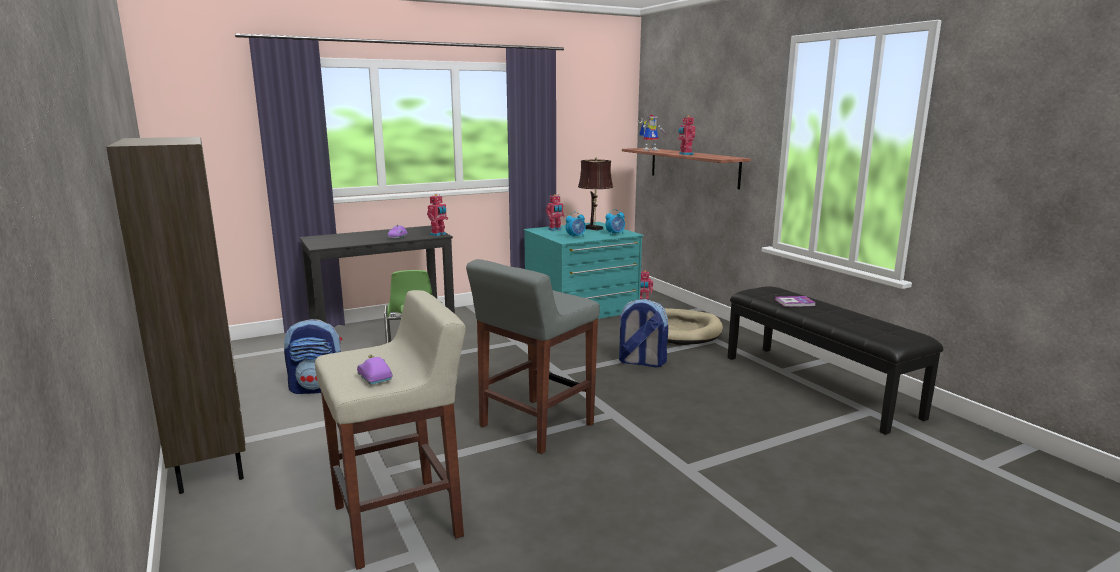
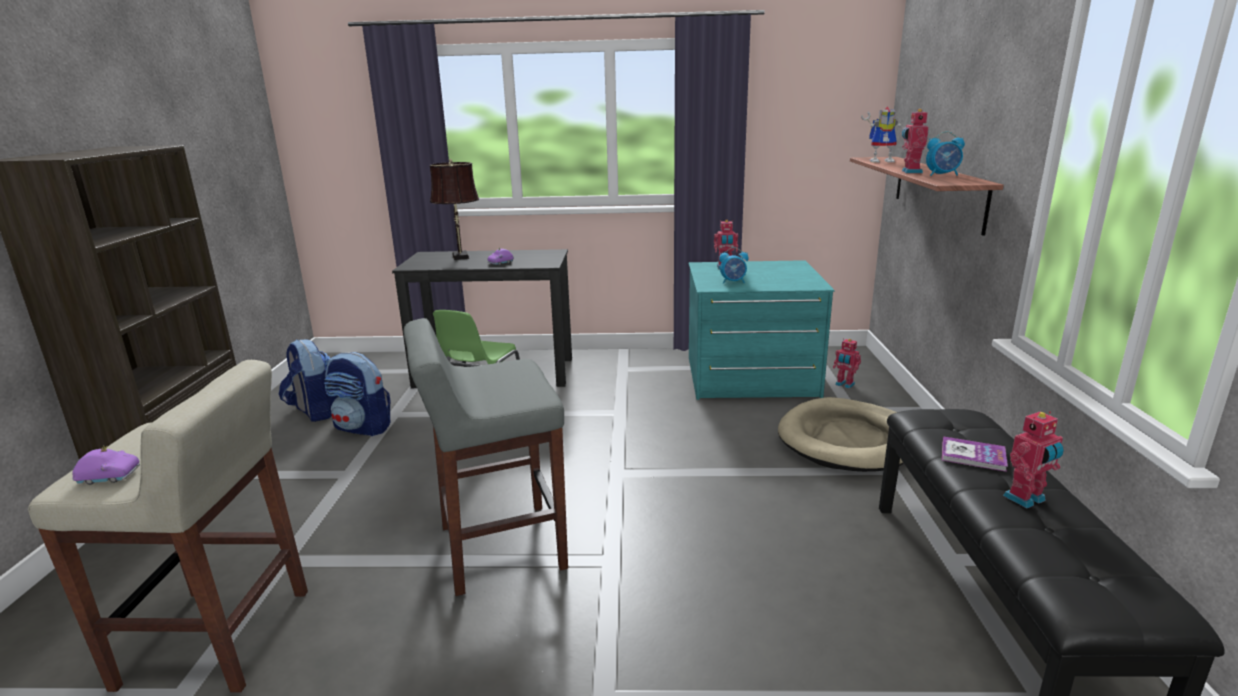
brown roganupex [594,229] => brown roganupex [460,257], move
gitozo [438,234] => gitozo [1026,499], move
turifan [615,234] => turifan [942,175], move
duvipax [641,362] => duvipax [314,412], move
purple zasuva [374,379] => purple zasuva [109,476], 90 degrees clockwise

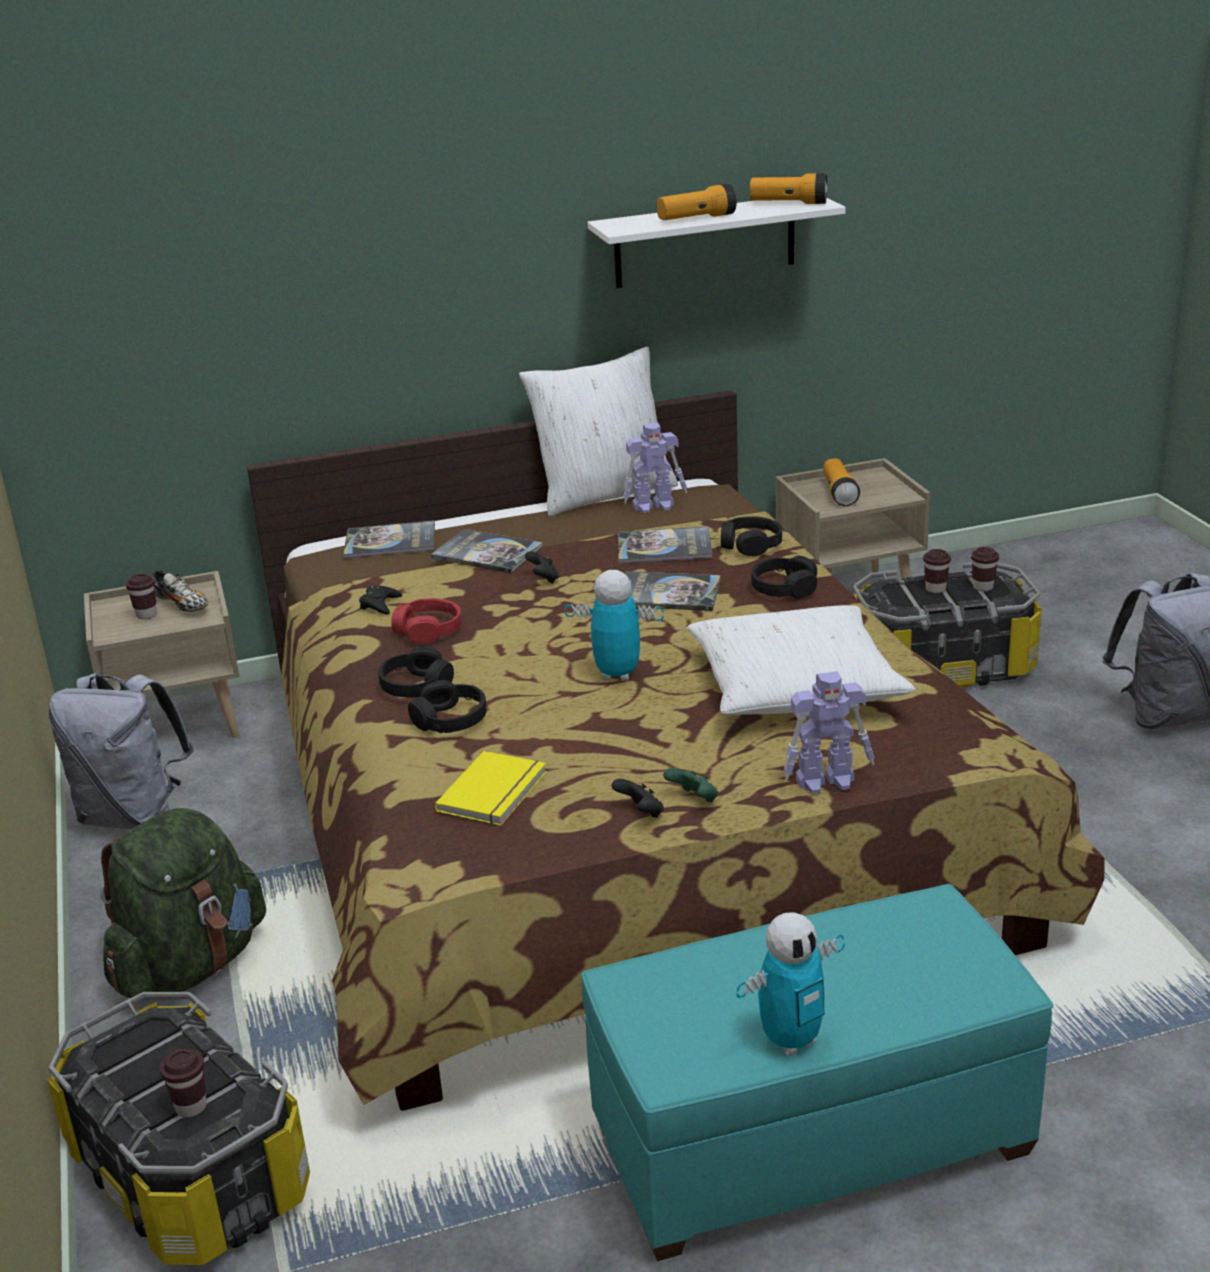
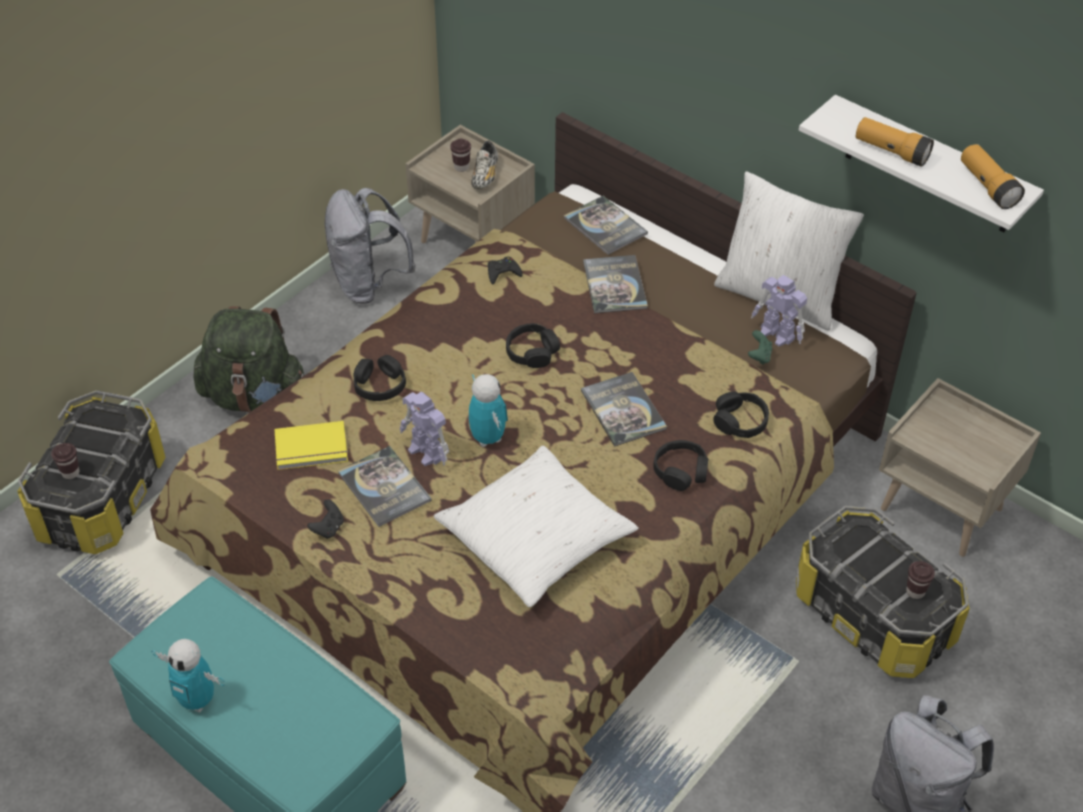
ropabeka [839,493] => nothing
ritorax [664,547] => ritorax [384,487], move
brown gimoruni [935,589] => nothing
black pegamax [543,579] => nothing
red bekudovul [428,630] => nothing
black bekudovul [416,686] => black bekudovul [532,352], move
gitozo [827,780] => gitozo [427,452], move
green pegamax [694,800] => green pegamax [759,356], move

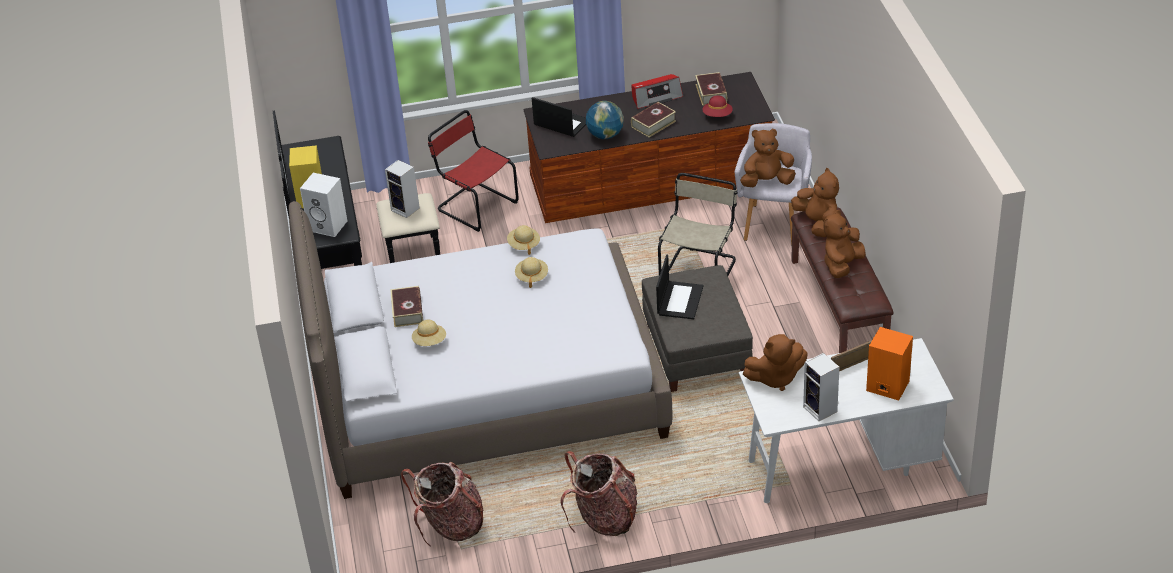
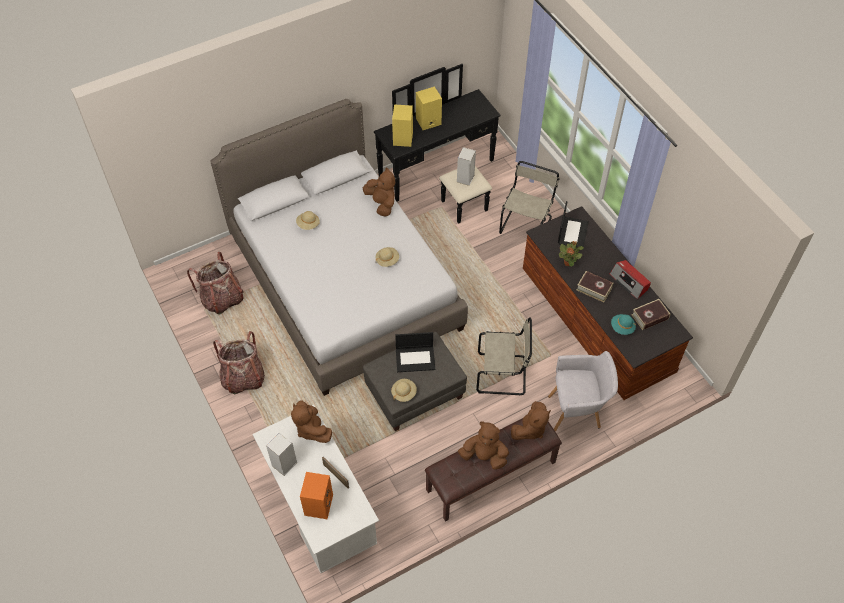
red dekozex [717,115] => turquoise dekozex [622,328]
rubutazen [605,135] => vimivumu [568,262]
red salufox [475,205] => beige salufox [526,223]
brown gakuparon [767,182] => brown gakuparon [381,203], move
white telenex [329,225] => yellow telenex [403,139]
beige dekozex [524,245] => beige dekozex [404,393], move
ritorax [407,311] => nothing

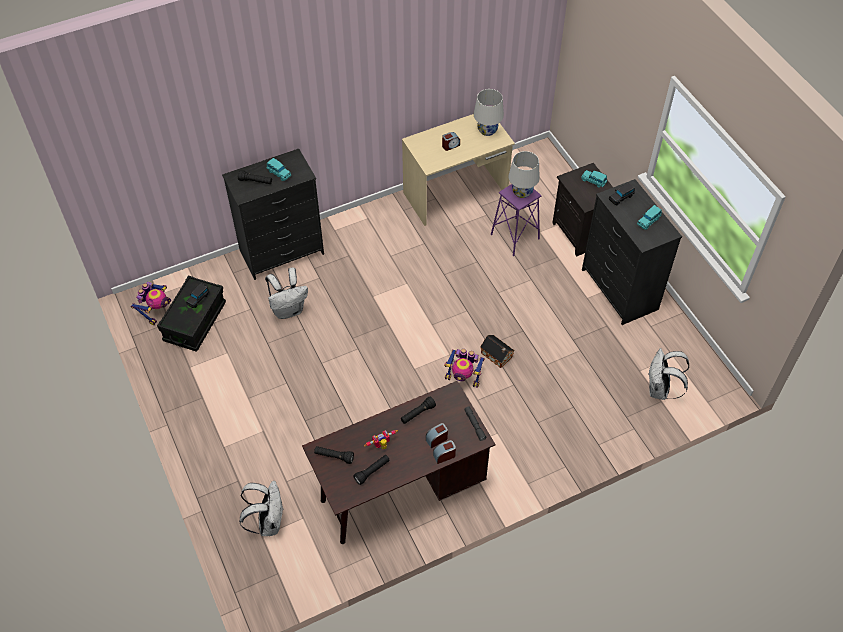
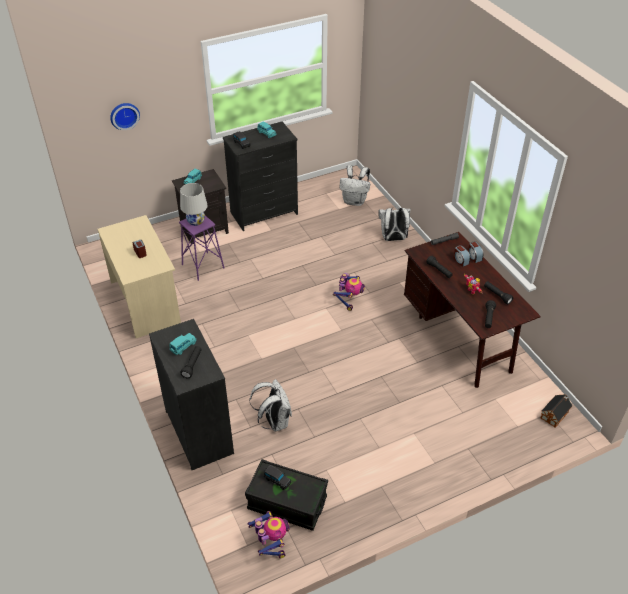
white roganupex [487,130] => nothing
gitozo [156,311] => gitozo [270,543], 45 degrees clockwise
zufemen [497,356] => zufemen [555,415], move
white duvipax [268,522] => white duvipax [393,239], move
nothing => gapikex [124,115]

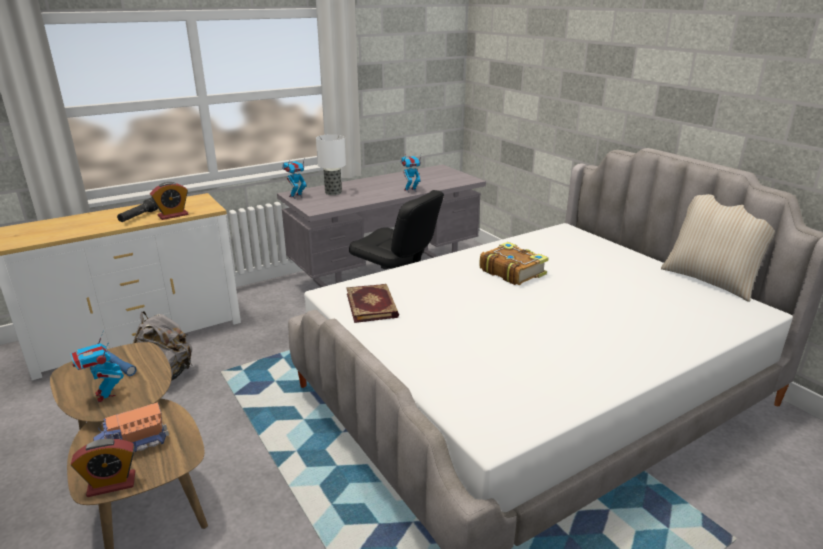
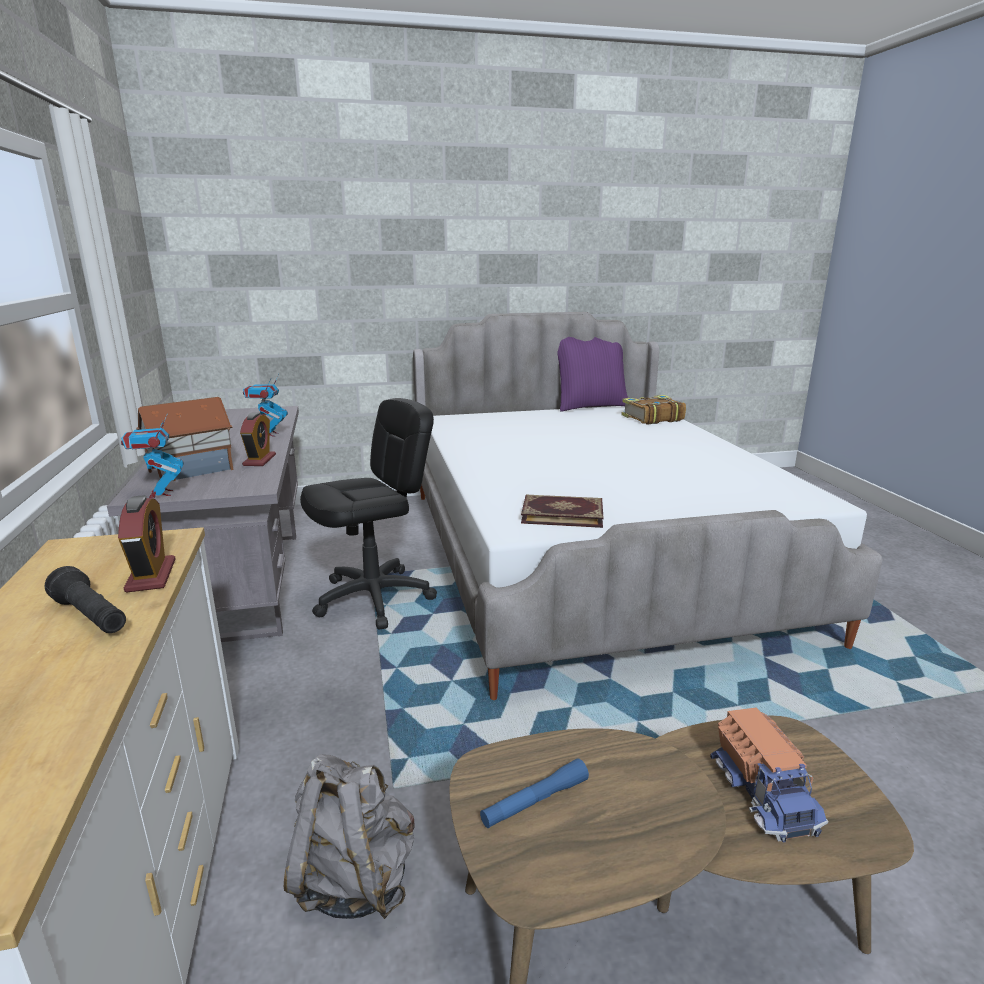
roganupex [333,192] => zufemen [191,470]
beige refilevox [710,280] => purple refilevox [590,406]
ritorax [512,272] => ritorax [651,418], move
gitozo [105,395] => nothing
turifan [111,484] => turifan [259,460], move

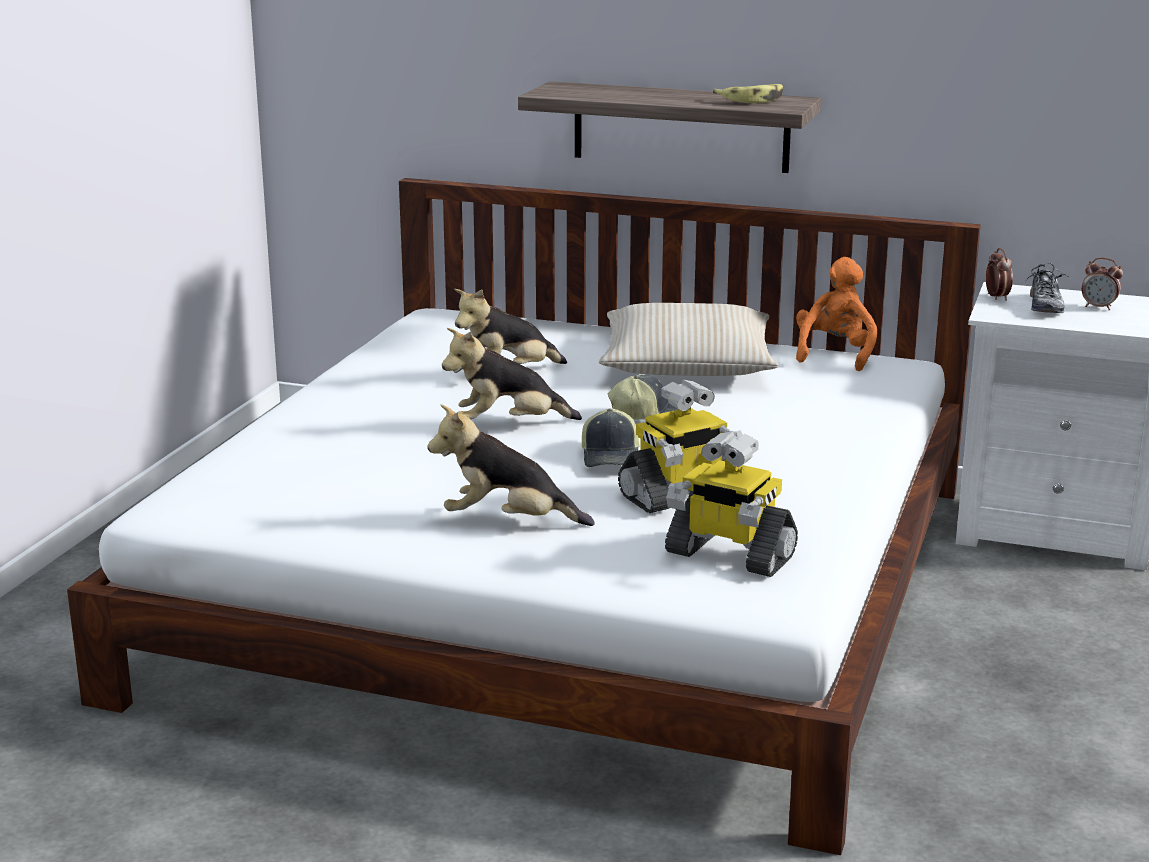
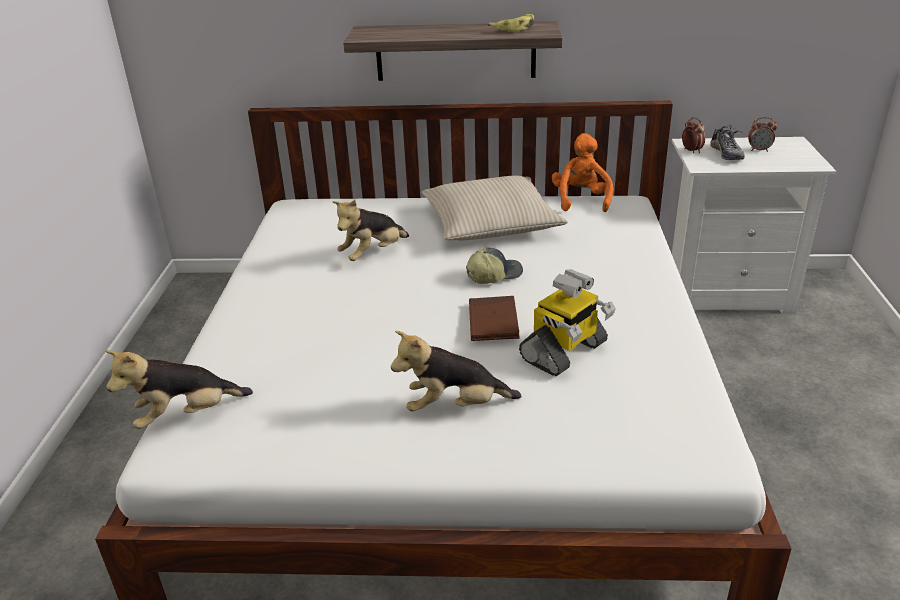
gakuparon [508,425] => gakuparon [186,415], move
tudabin [611,456] => brown ritorax [493,322]
gitozo [728,555] => nothing

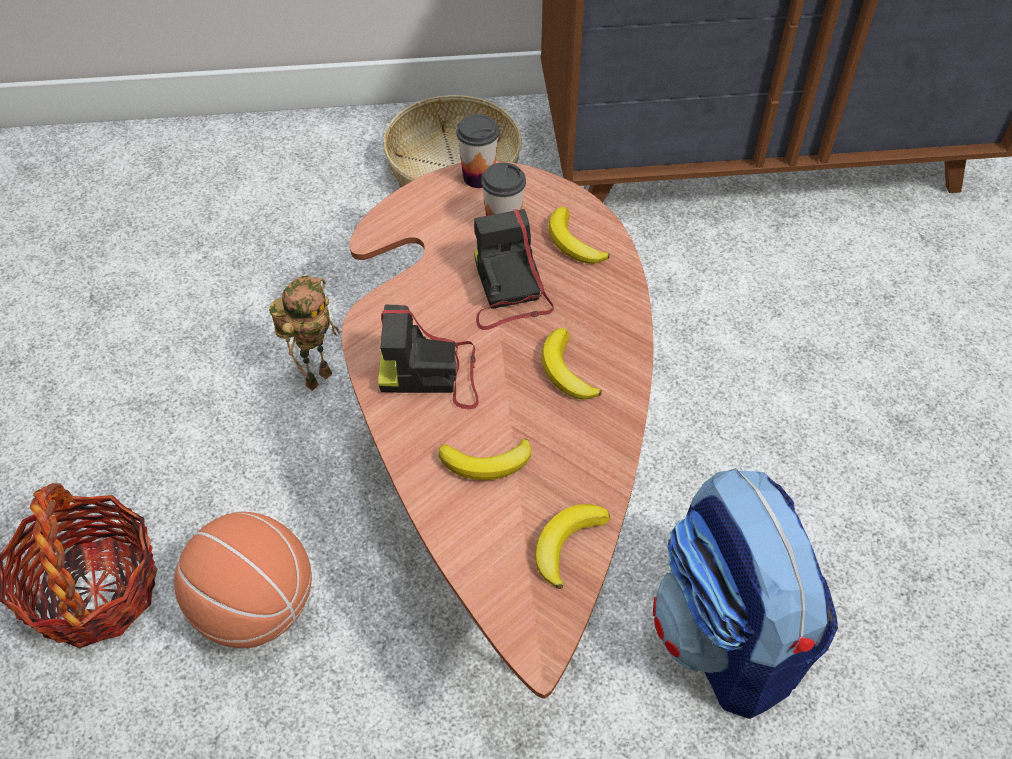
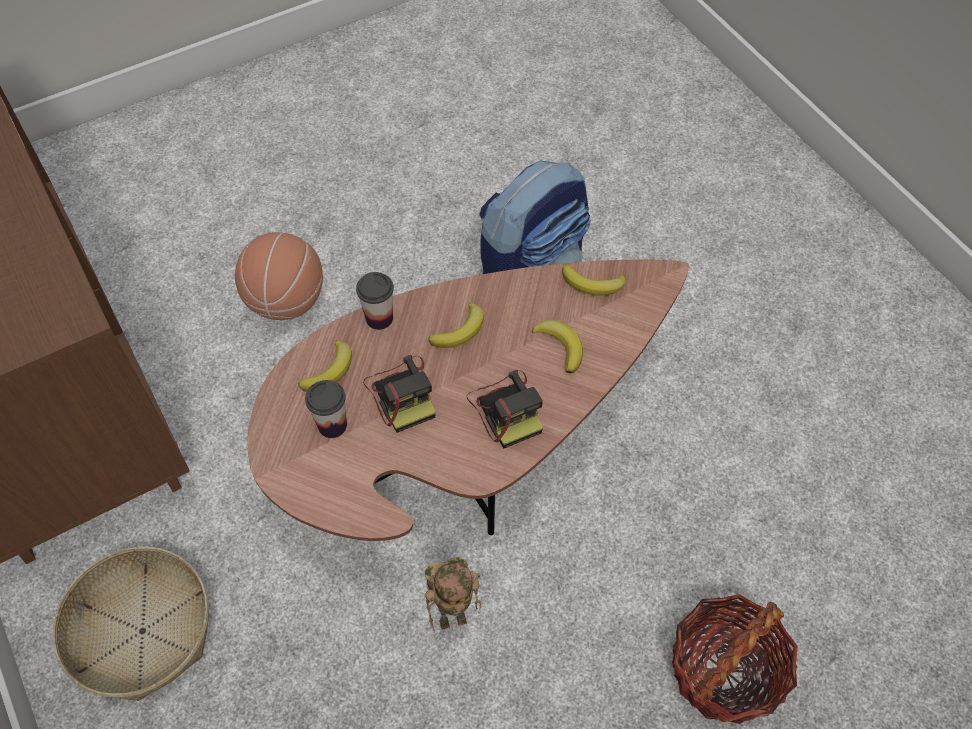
gimoruni [478,177] => gimoruni [379,318], move
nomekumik [508,291] => nomekumik [402,394], 75 degrees counterclockwise
gitozo [318,376] => gitozo [454,618], 150 degrees clockwise
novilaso [255,607] => novilaso [286,301], move

